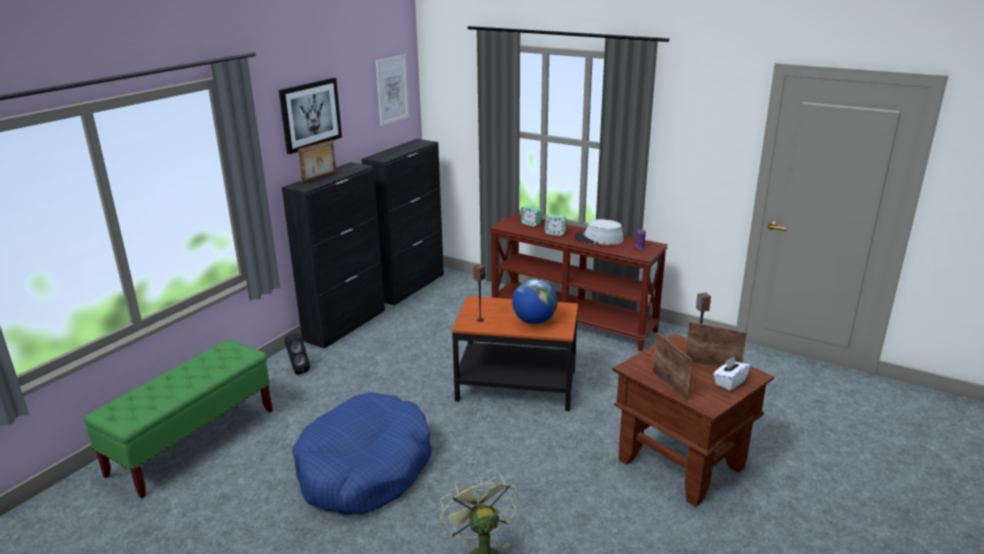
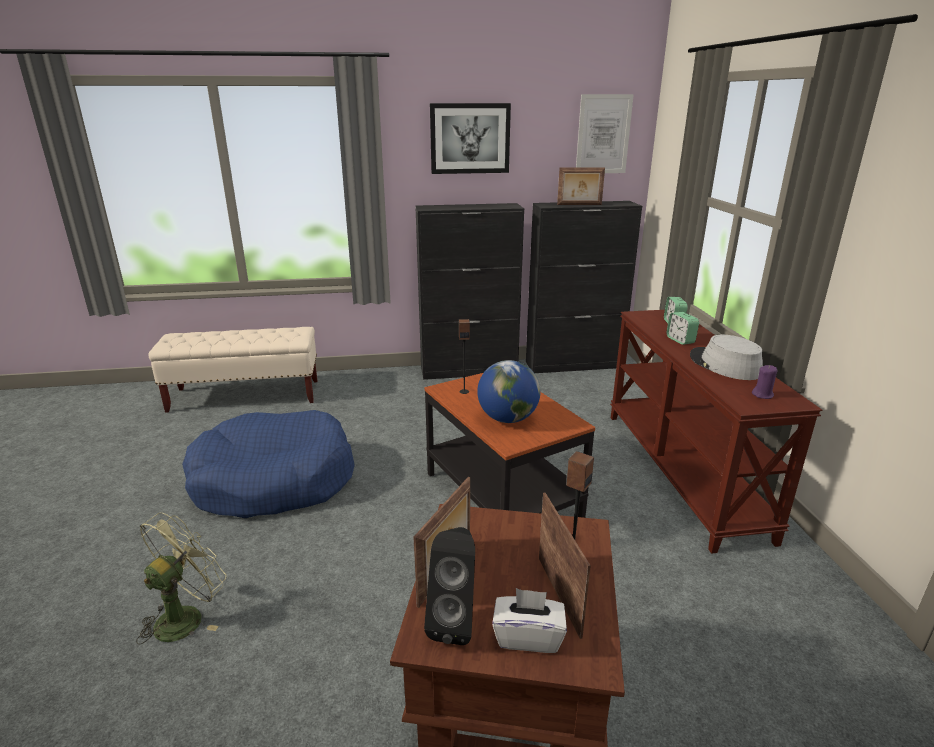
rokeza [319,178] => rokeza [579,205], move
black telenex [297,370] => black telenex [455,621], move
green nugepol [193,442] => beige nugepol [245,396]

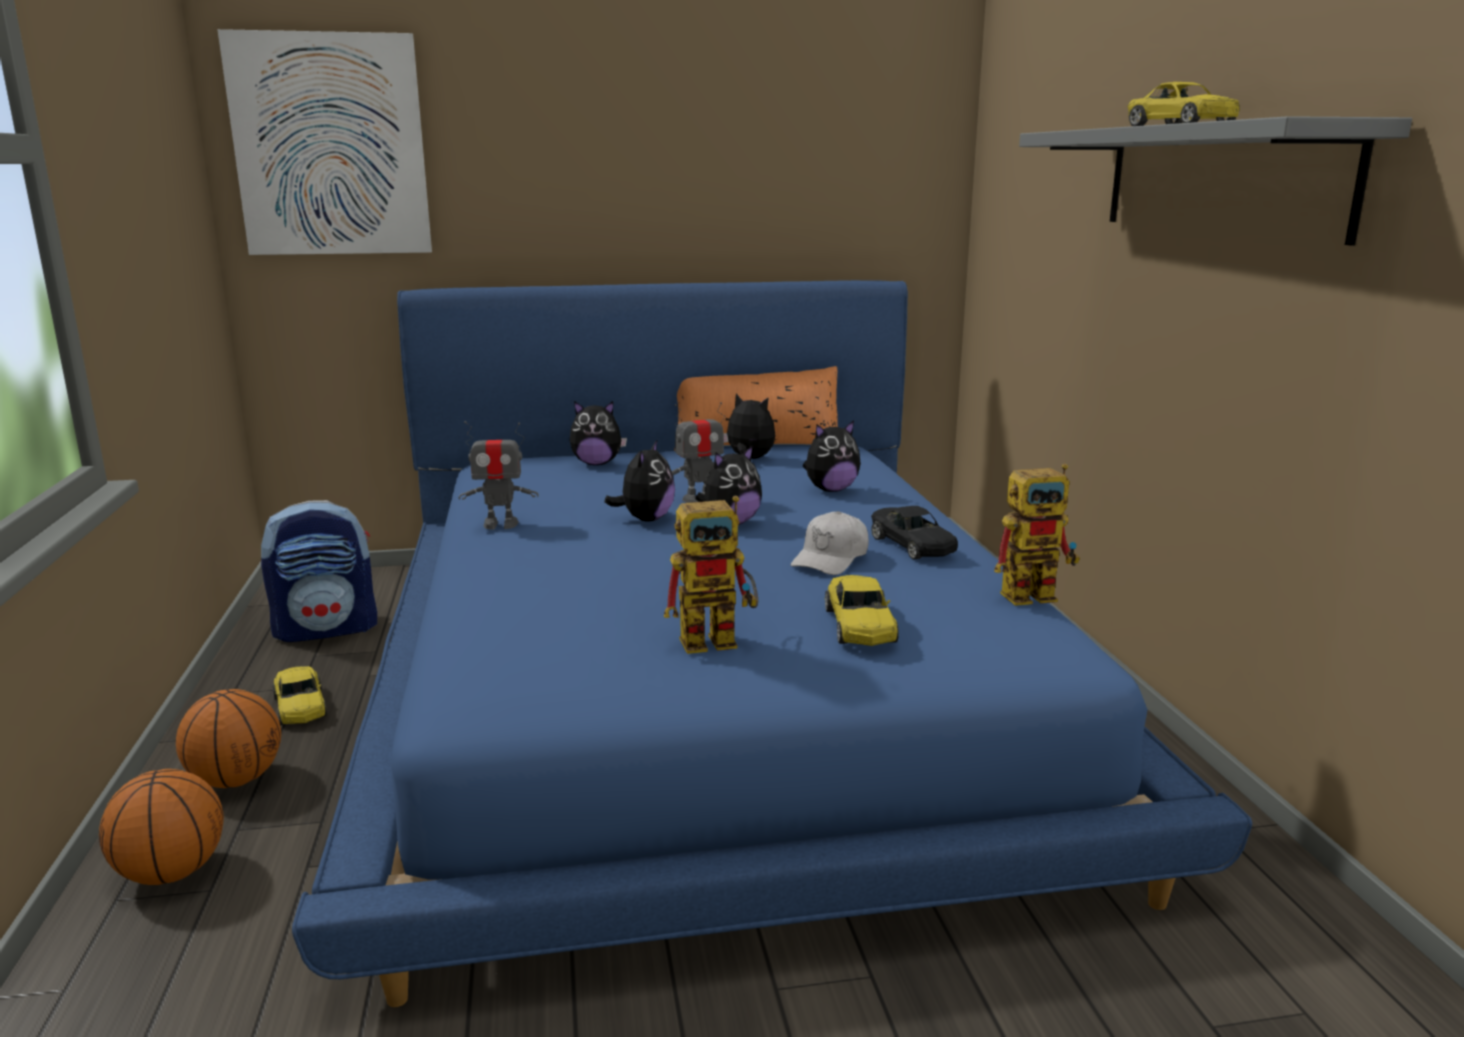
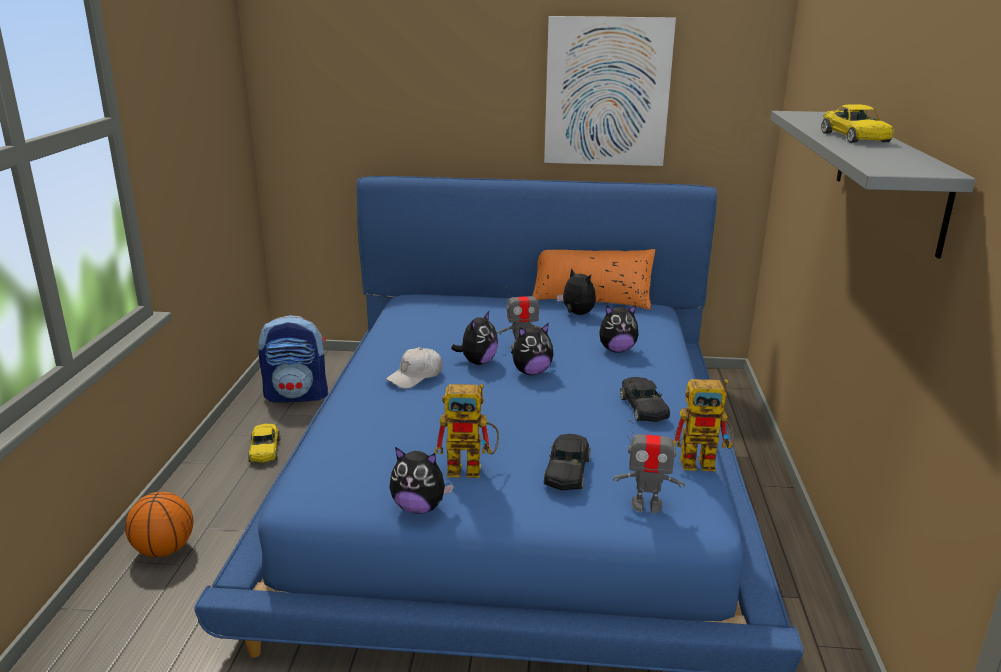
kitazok [330,146] => kitazok [607,92], move
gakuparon [597,463] => gakuparon [419,507], move
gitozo [500,524] => gitozo [646,505], move
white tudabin [831,559] => white tudabin [415,376], move
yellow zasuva [860,625] => black zasuva [567,471]
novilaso [236,780] => nothing

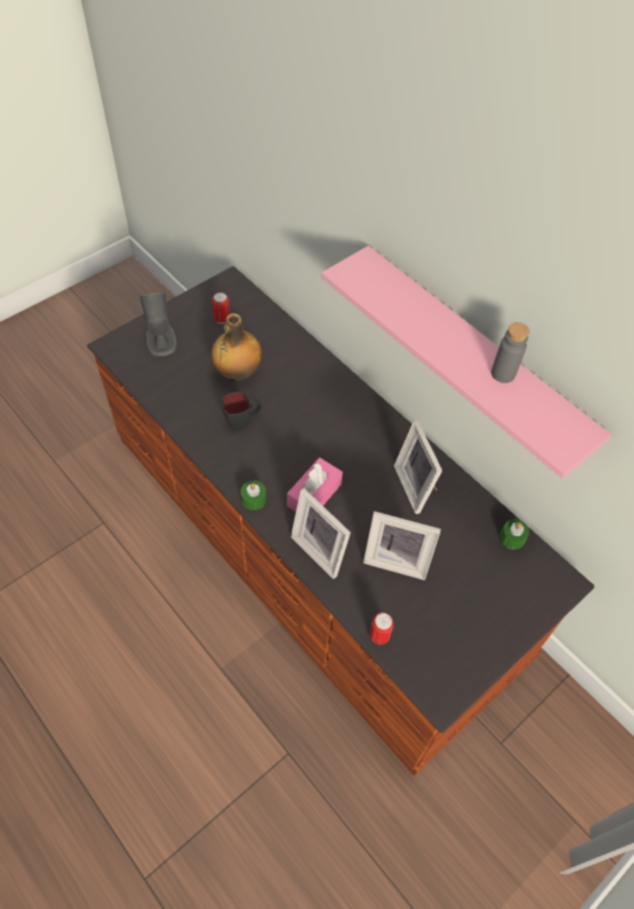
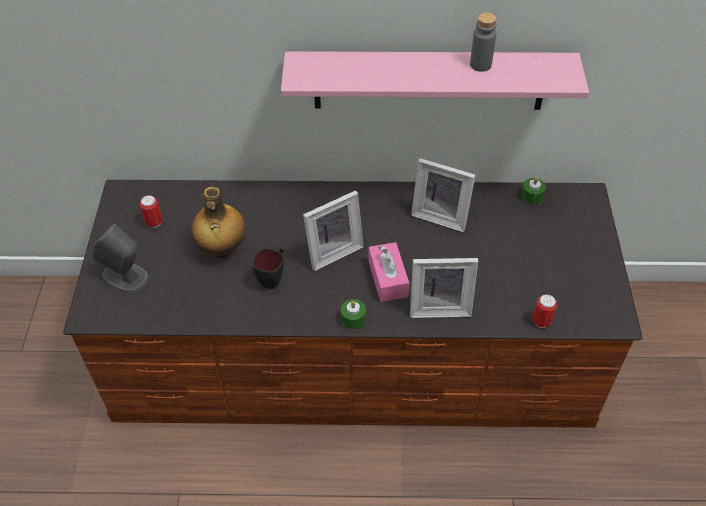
rokeza [396,559] => rokeza [332,251], move

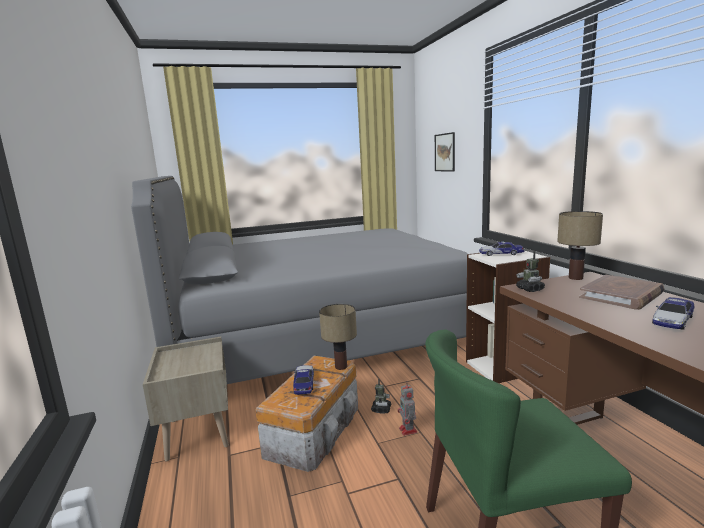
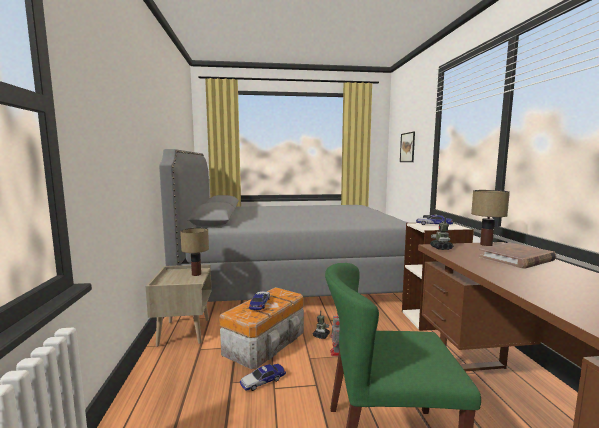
zasuva [673,320] => zasuva [263,381], move
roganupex [341,366] => roganupex [196,274], move

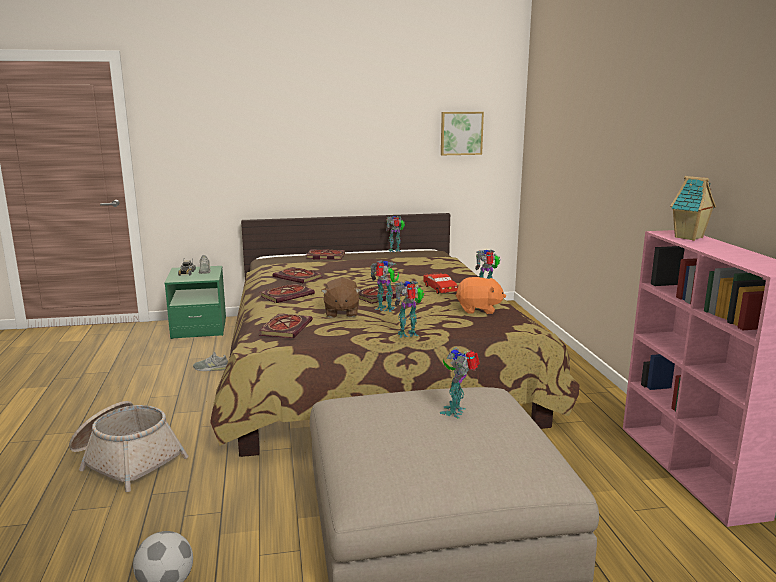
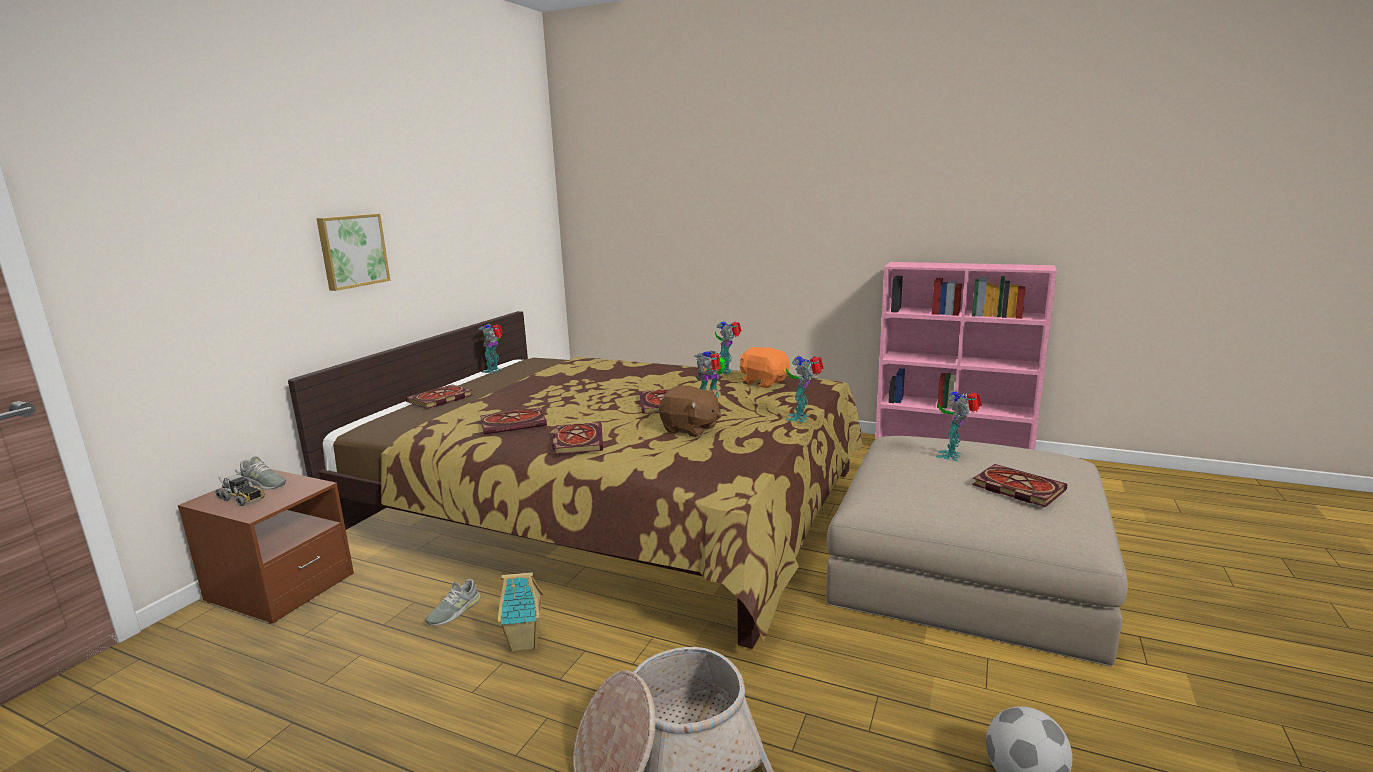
kitazok [461,133] => kitazok [352,251], move
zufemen [689,238] => zufemen [526,642], move
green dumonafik [199,328] => brown dumonafik [280,588]
red zasuva [440,288] => nothing
orange gakuparon [478,309] => orange gakuparon [763,382], 90 degrees counterclockwise
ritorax [285,328] => ritorax [1015,488], move
gitozo [456,411] => gitozo [952,455], 60 degrees clockwise

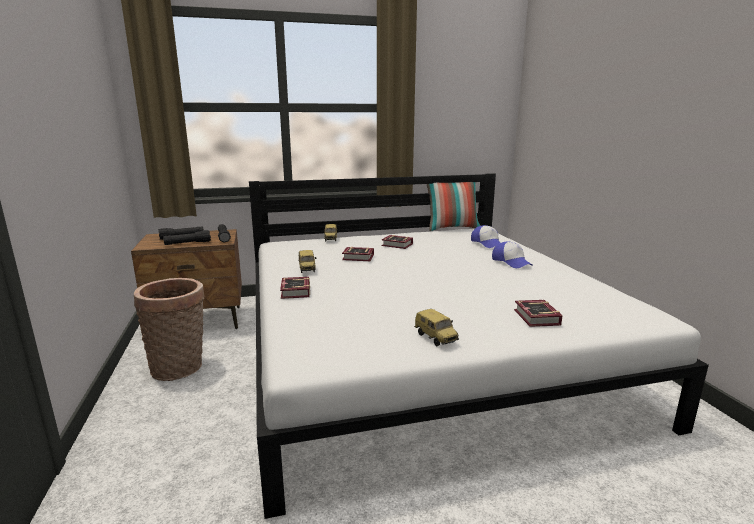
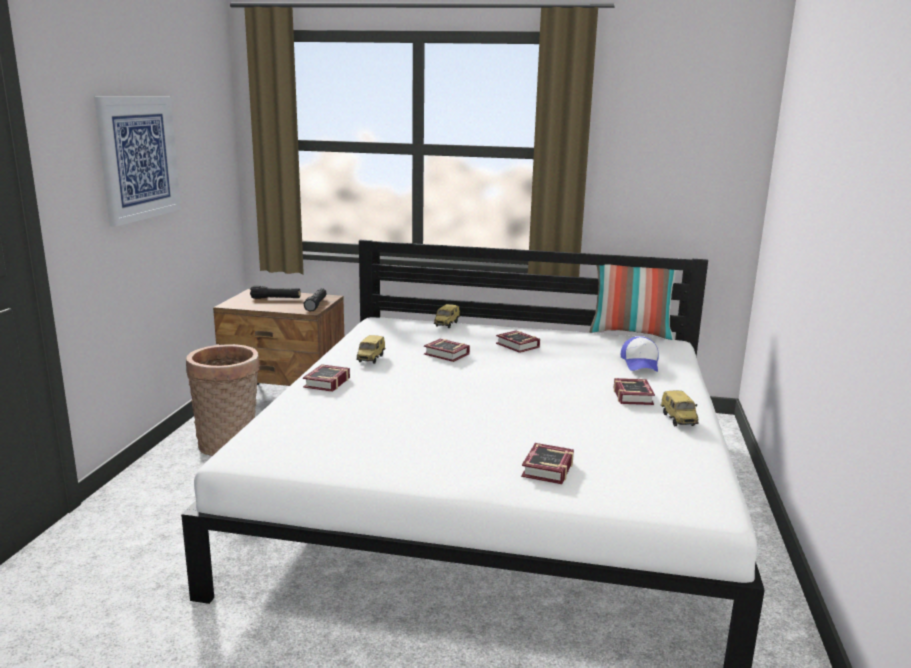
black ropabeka [188,243] => nothing
tudabin [511,262] => ritorax [633,395]
zasuva [436,338] => zasuva [679,420], move
nothing => kitazok [138,158]

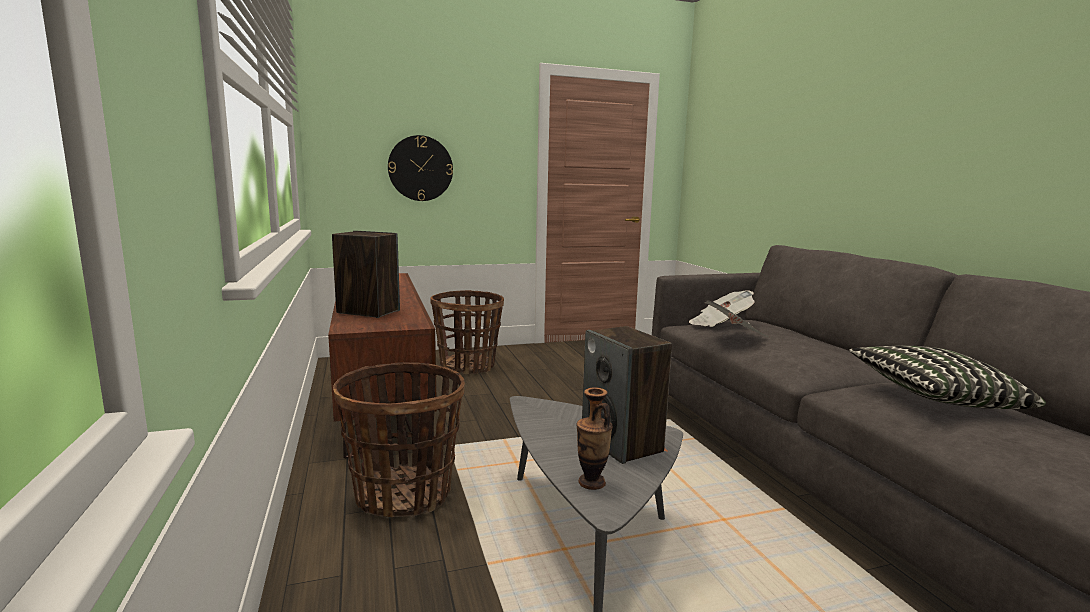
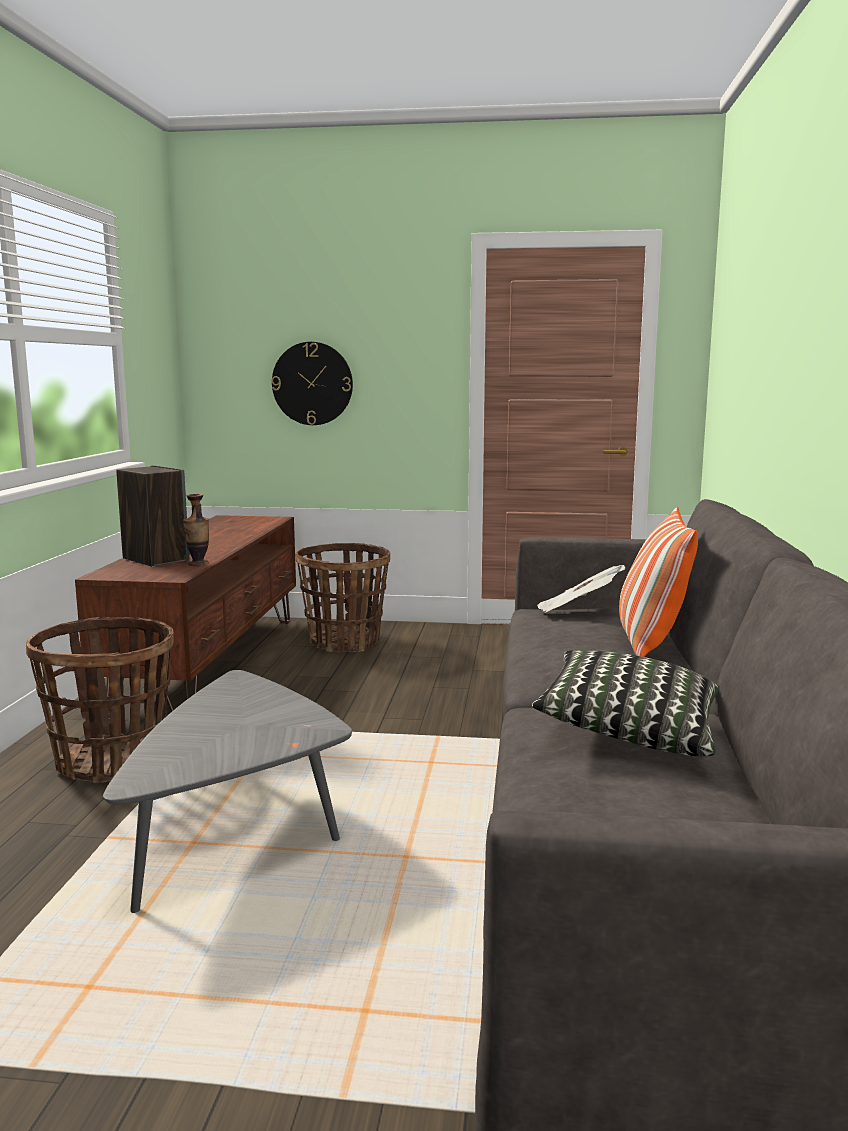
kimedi [735,336] => nothing
telenex [622,443] => nothing
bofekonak [591,482] => bofekonak [198,564], move
nothing => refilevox [650,642]

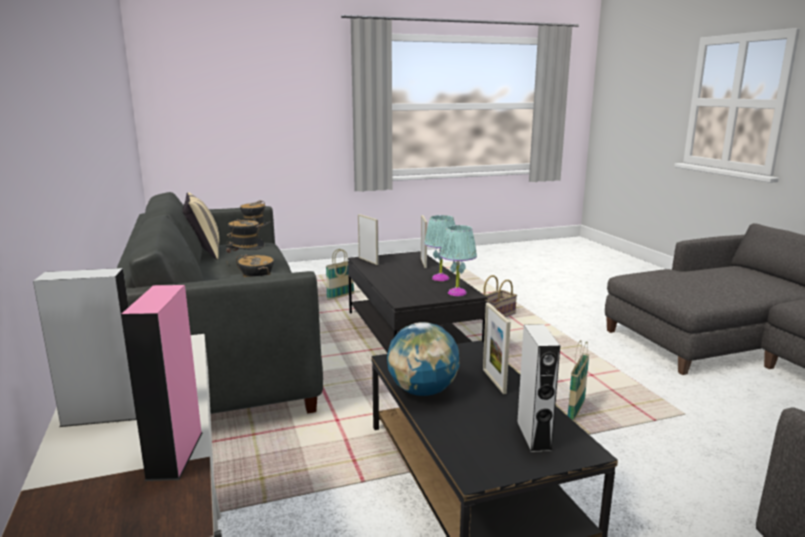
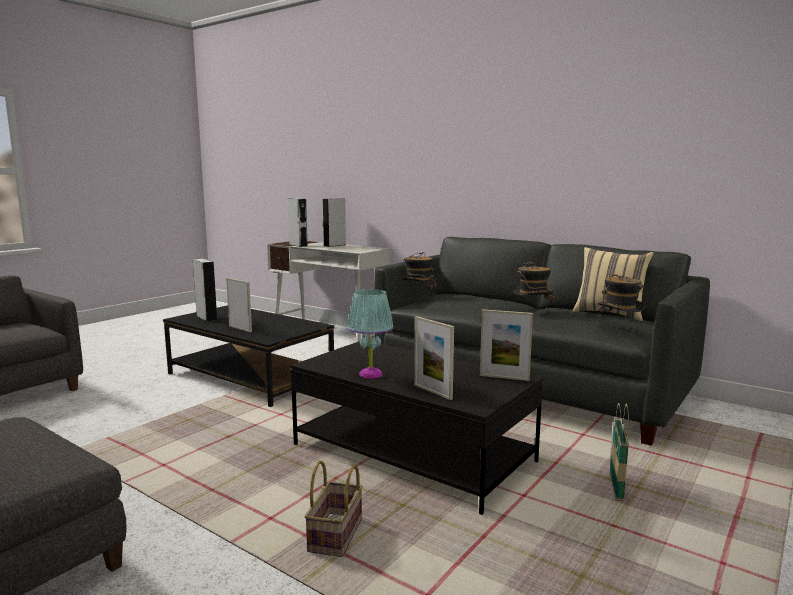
turquoise roganupex [457,293] => nothing
pink telenex [175,454] => grey telenex [298,245]
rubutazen [423,391] => nothing
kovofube [575,412] => nothing

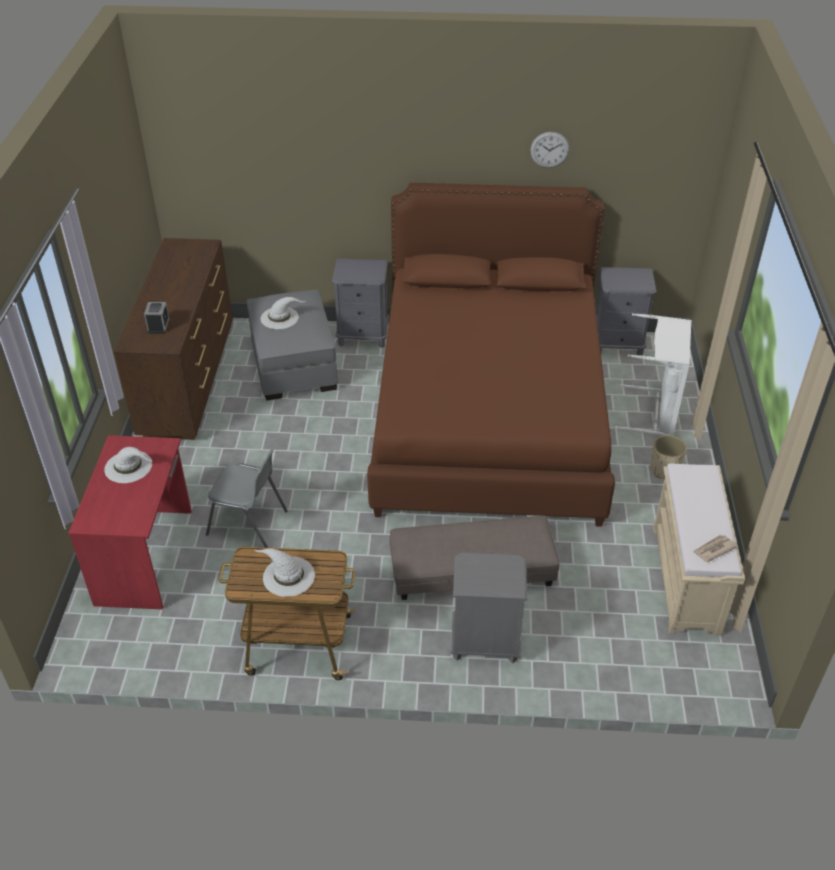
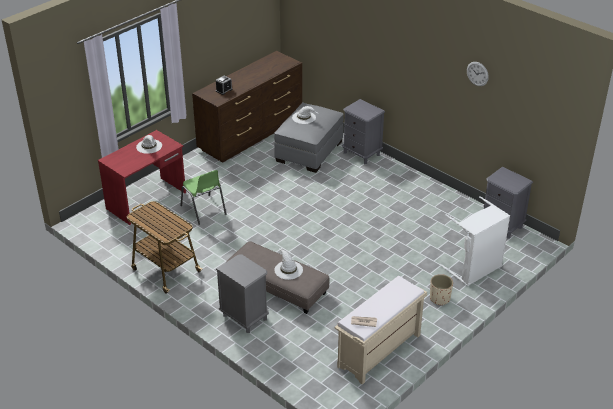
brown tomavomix [488,416] => nothing
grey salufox [248,523] => green salufox [204,210]
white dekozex [288,576] => white dekozex [288,269], move

